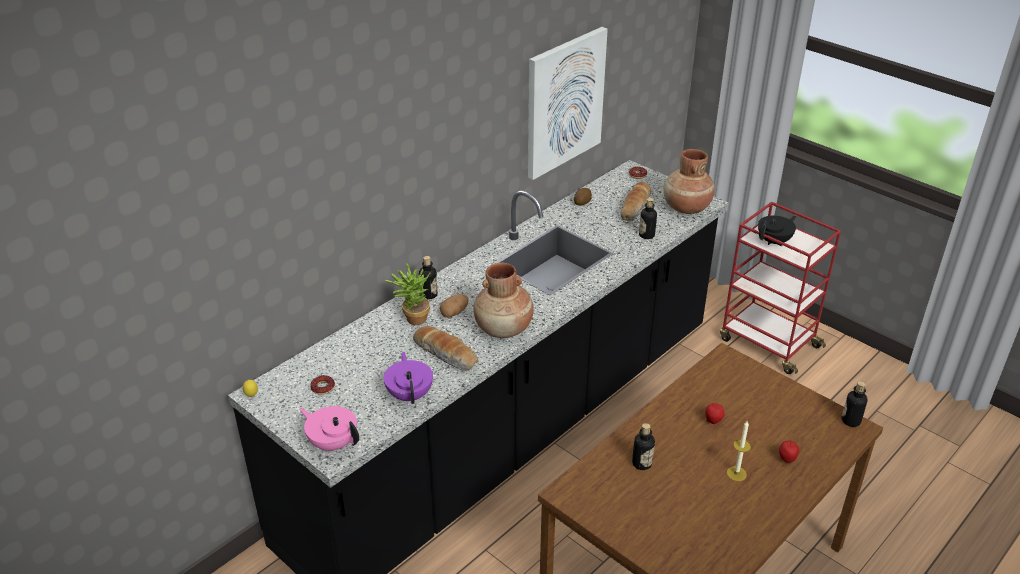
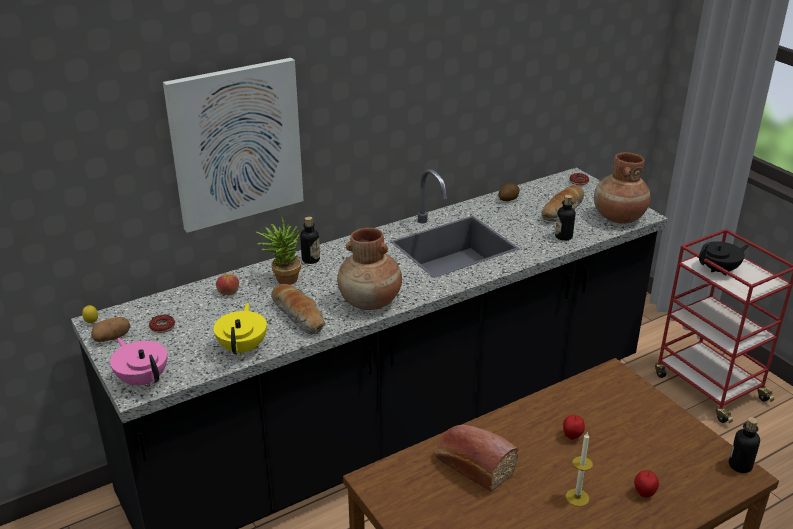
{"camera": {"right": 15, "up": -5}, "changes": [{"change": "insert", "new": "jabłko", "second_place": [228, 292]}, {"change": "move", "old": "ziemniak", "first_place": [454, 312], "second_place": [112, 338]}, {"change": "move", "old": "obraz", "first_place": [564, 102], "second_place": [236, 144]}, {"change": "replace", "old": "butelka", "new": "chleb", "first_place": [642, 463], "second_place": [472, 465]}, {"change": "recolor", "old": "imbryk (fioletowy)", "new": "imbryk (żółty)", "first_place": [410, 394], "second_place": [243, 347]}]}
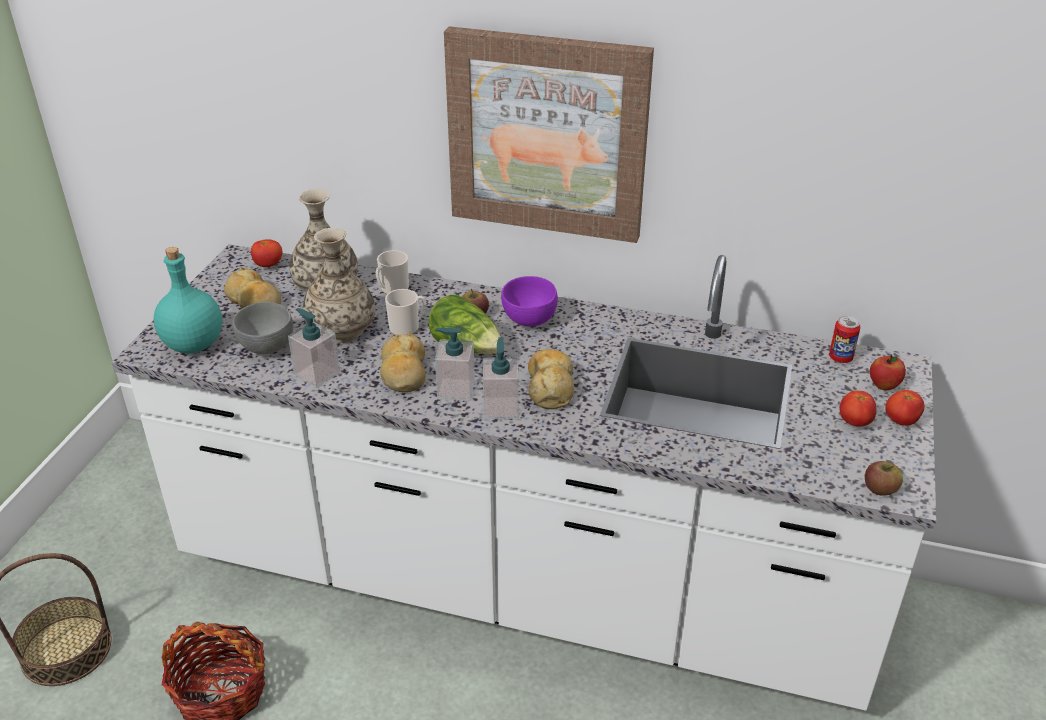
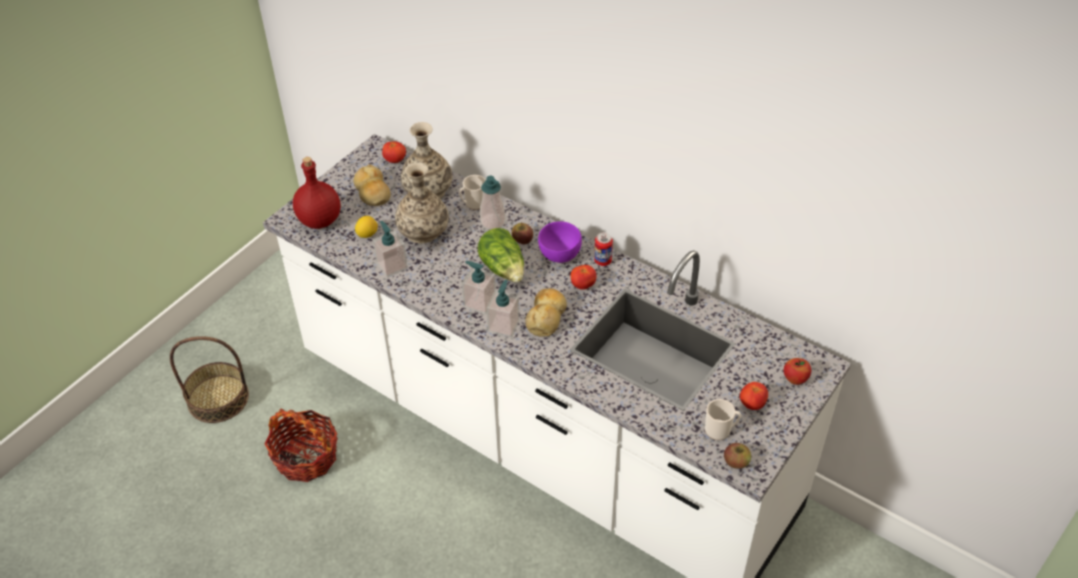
{"camera": {"right": 20, "up": 10}, "changes": [{"change": "delete", "old": "chleb", "first_place": [404, 373]}, {"change": "delete", "old": "obraz", "first_place": [547, 134]}, {"change": "insert", "new": "dozownik mydła", "second_place": [492, 222]}, {"change": "move", "old": "kubek", "first_place": [407, 328], "second_place": [720, 430]}, {"change": "move", "old": "puszka", "first_place": [840, 358], "second_place": [602, 261]}, {"change": "move", "old": "pomidor", "first_place": [901, 421], "second_place": [583, 285]}, {"change": "replace", "old": "miska (szary)", "new": "cytryna", "first_place": [267, 347], "second_place": [367, 234]}, {"change": "recolor", "old": "butelka (turkusowy)", "new": "butelka (czerwony)", "first_place": [193, 344], "second_place": [319, 220]}]}
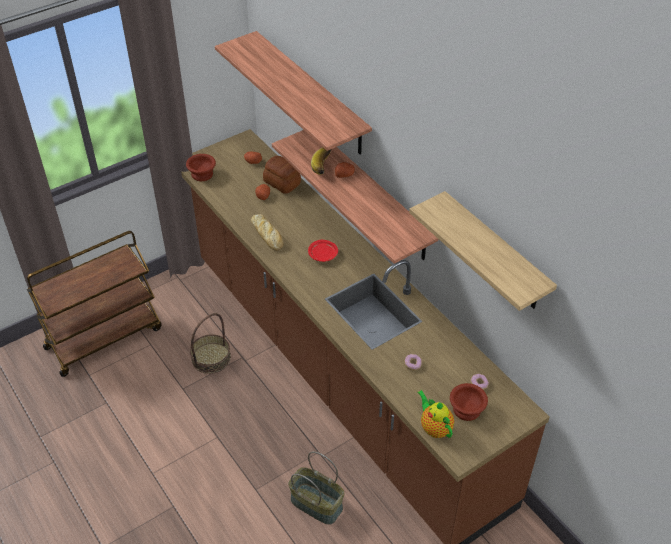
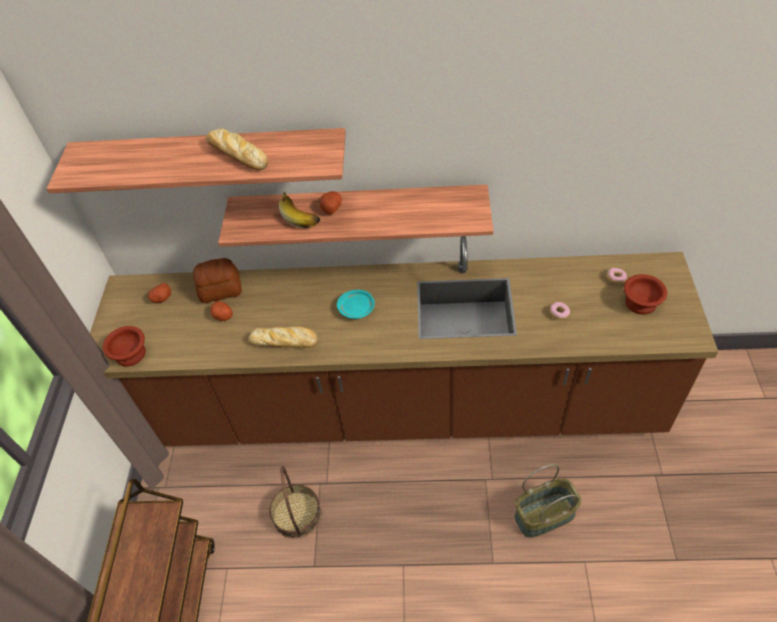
{"camera": {"right": -50, "up": 5}, "changes": [{"change": "delete", "old": "półka", "first_place": [495, 253]}, {"change": "delete", "old": "imbryk", "first_place": [434, 427]}, {"change": "insert", "new": "chleb", "second_place": [236, 154]}, {"change": "recolor", "old": "talerz (czerwony)", "new": "talerz (turkusowy)", "first_place": [323, 255], "second_place": [357, 308]}]}
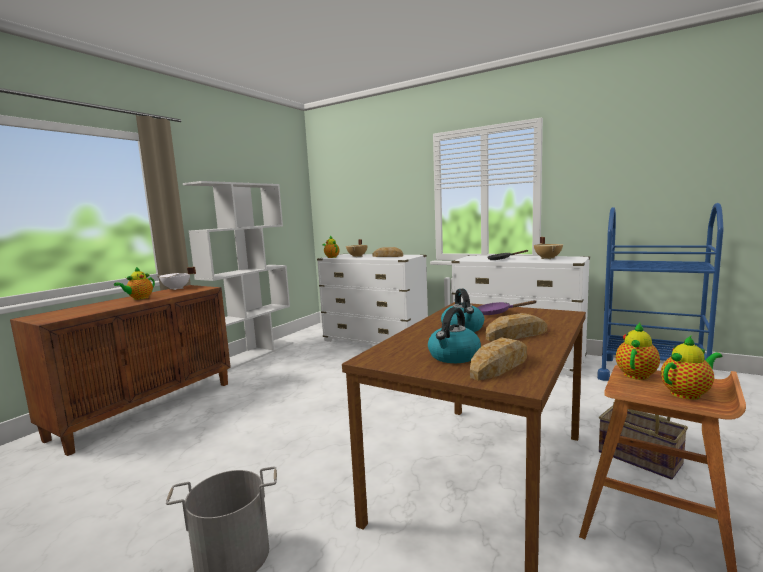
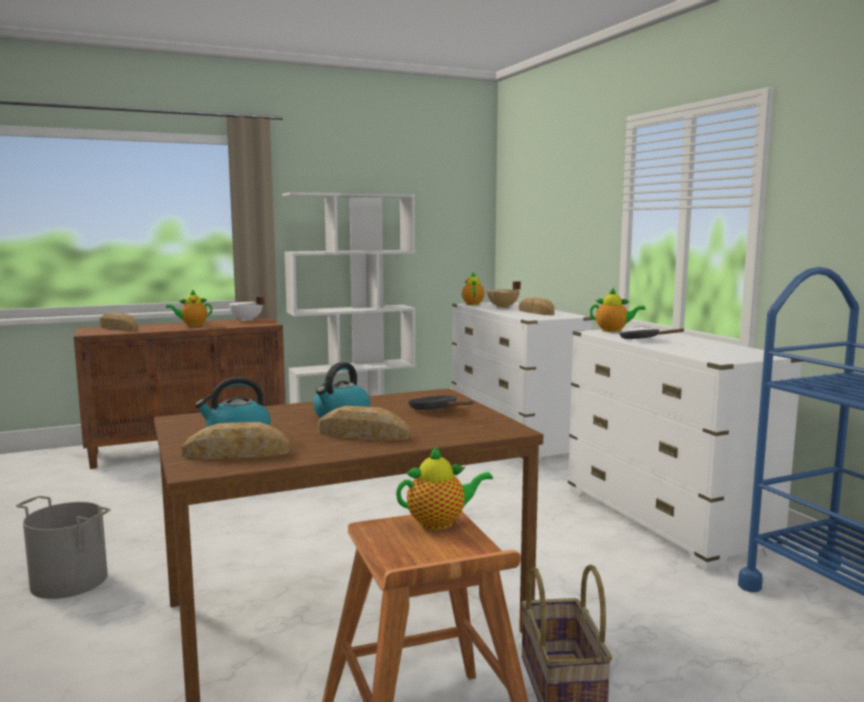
{"camera": {"right": 35, "up": 0}, "changes": [{"change": "delete", "old": "garnek (beżowy)", "first_place": [548, 258]}, {"change": "insert", "new": "chleb", "second_place": [118, 328]}, {"change": "move", "old": "imbryk", "first_place": [687, 393], "second_place": [613, 331]}, {"change": "recolor", "old": "patelnia (fioletowy)", "new": "patelnia (czarny)", "first_place": [496, 313], "second_place": [436, 410]}]}
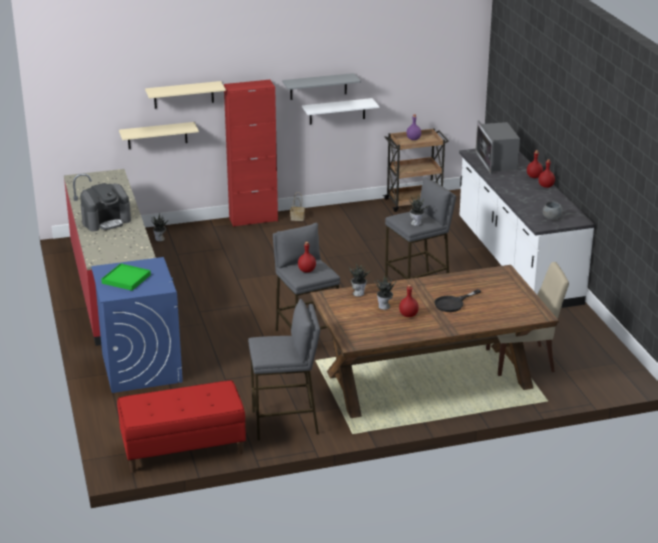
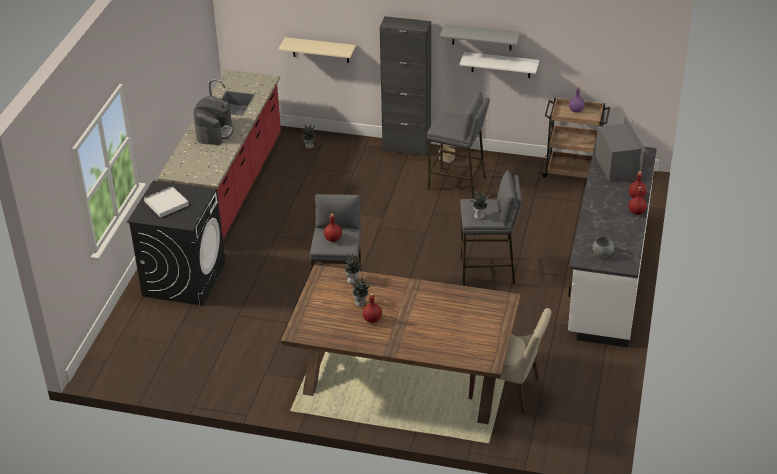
{"camera": {"right": 30, "up": 10}, "changes": [{"change": "delete", "old": "ławka (czerwony)", "first_place": [183, 449]}, {"change": "delete", "old": "półka (beżowy)", "first_place": [183, 95]}, {"change": "delete", "old": "patelnia (czarny)", "first_place": [453, 303]}, {"change": "move", "old": "stołek (szary)", "first_place": [285, 423], "second_place": [457, 184]}, {"change": "recolor", "old": "pralka (niebieski)", "new": "pralka (czarny)", "first_place": [141, 367], "second_place": [184, 279]}, {"change": "recolor", "old": "taca (zielony)", "new": "taca (biały)", "first_place": [126, 279], "second_place": [166, 203]}, {"change": "recolor", "old": "szafka (czerwony)", "new": "szafka (czarny)", "first_place": [253, 219], "second_place": [406, 148]}, {"change": "rotate", "old": "ekspres do kawy", "first_place": [106, 221], "second_place": [214, 132], "degrees": -75}, {"change": "rotate", "old": "mikrofalówka", "first_place": [496, 162], "second_place": [617, 166], "degrees": 150}]}
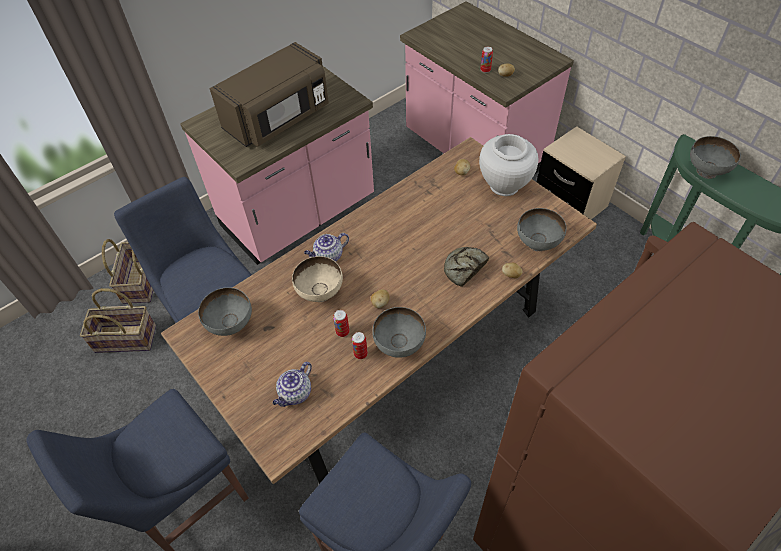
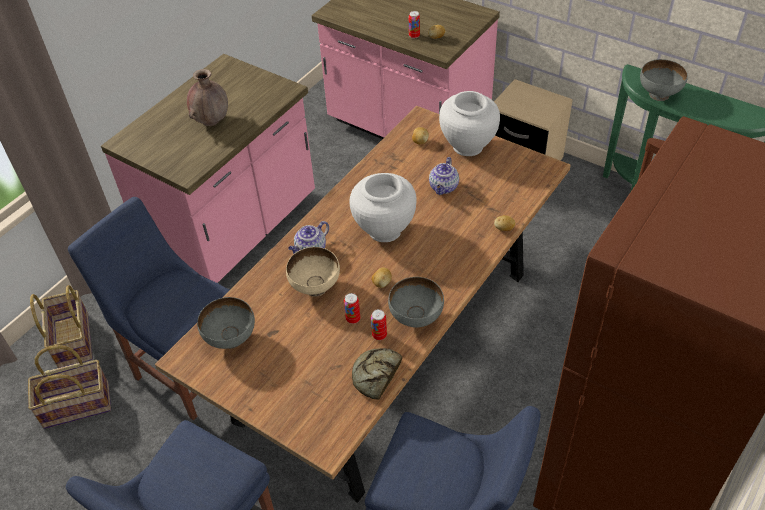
{"camera": {"right": -15, "up": -5}, "changes": [{"change": "delete", "old": "miska (szary)", "first_place": [537, 244]}, {"change": "insert", "new": "wazon (biały)", "second_place": [384, 230]}, {"change": "move", "old": "imbryk", "first_place": [295, 394], "second_place": [444, 188]}, {"change": "move", "old": "chleb", "first_place": [464, 268], "second_place": [376, 375]}, {"change": "replace", "old": "mikrofalówka (brązowy)", "new": "wazon (brązowy)", "first_place": [279, 119], "second_place": [212, 121]}]}
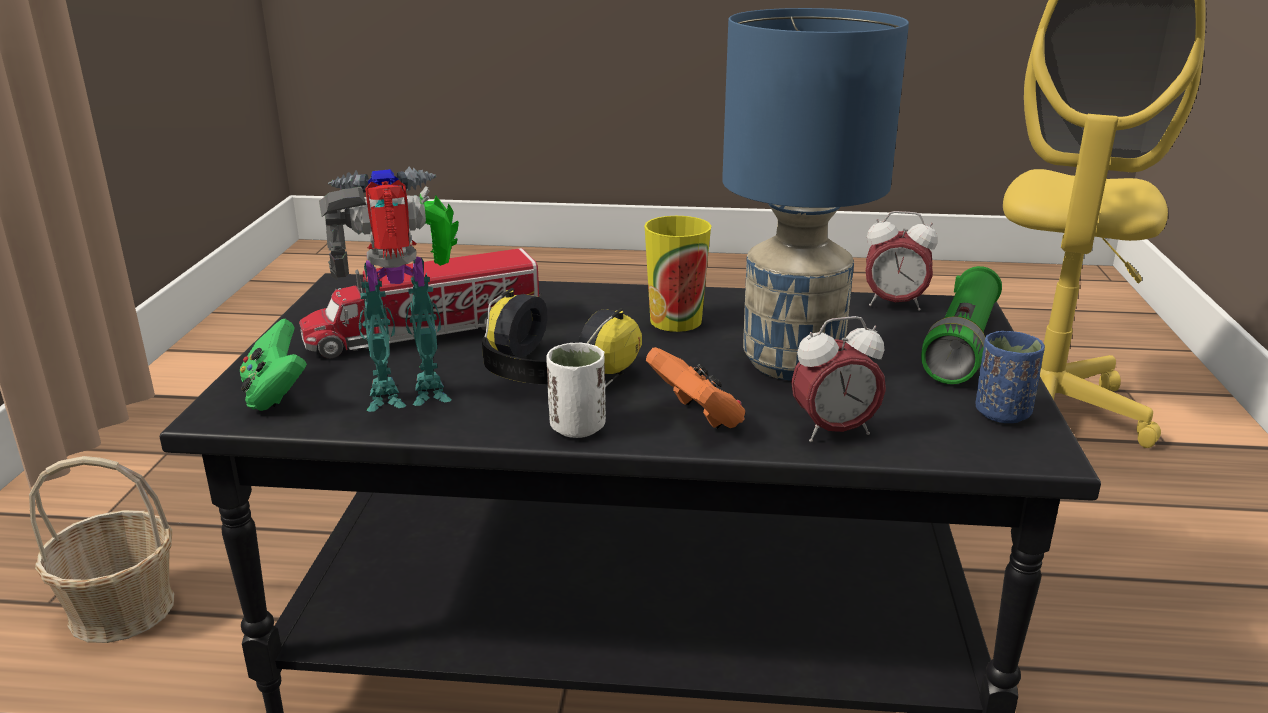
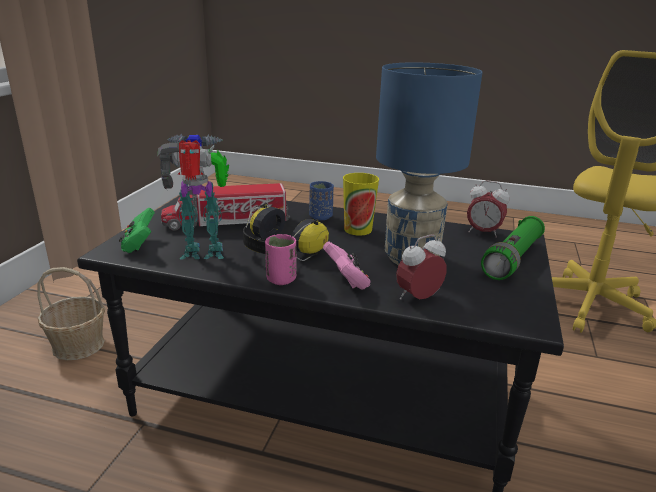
{"camera": {"right": 10, "up": 0}, "changes": [{"change": "move", "old": "filiżanka (niebieski)", "first_place": [1002, 413], "second_place": [320, 217]}, {"change": "recolor", "old": "filiżanka (biały)", "new": "filiżanka (różowy)", "first_place": [577, 427], "second_place": [281, 279]}, {"change": "recolor", "old": "pad do gier (pomarańczowy)", "new": "pad do gier (różowy)", "first_place": [697, 417], "second_place": [347, 281]}, {"change": "rotate", "old": "budzik", "first_place": [833, 431], "second_place": [418, 298], "degrees": 150}]}
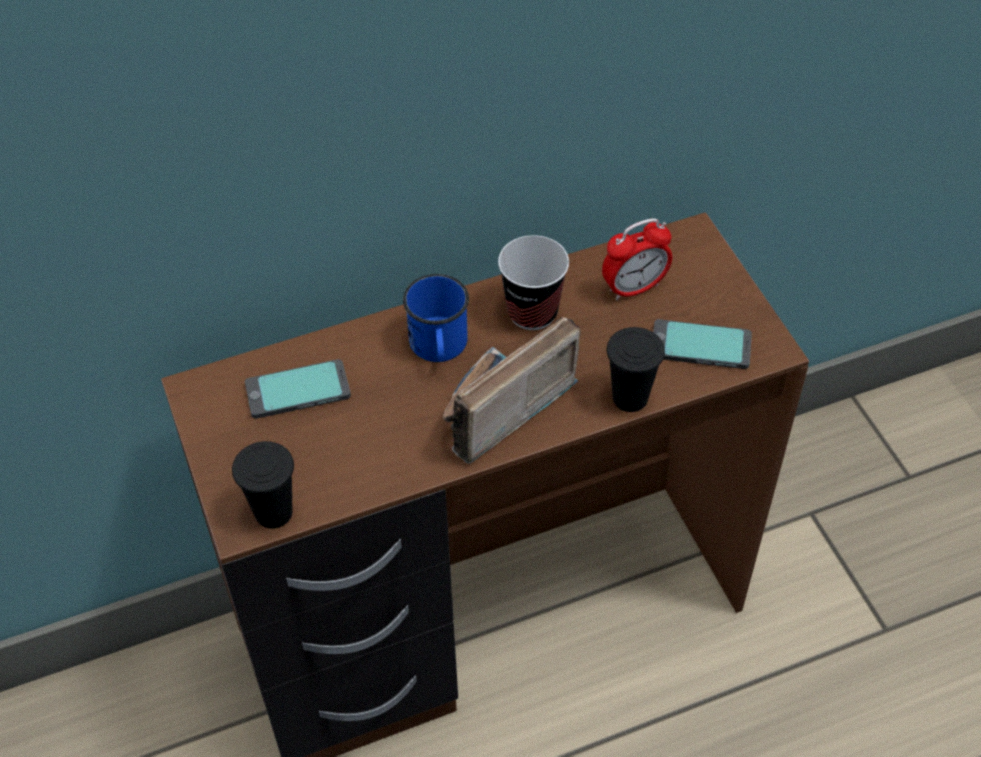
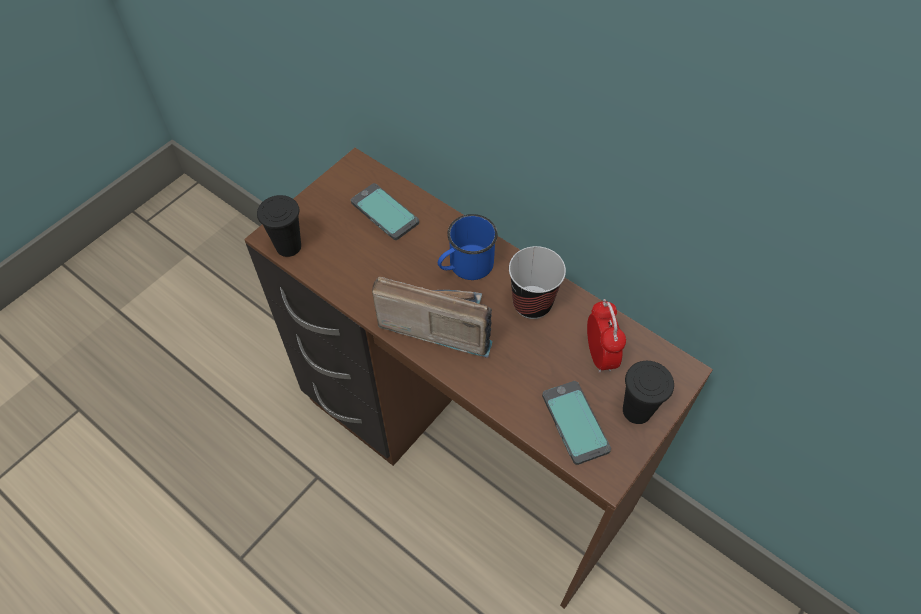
{"camera": {"right": 60, "up": 5}, "changes": [{"change": "move", "old": "filiżanka (czarny)", "first_place": [630, 398], "second_place": [637, 411]}, {"change": "rotate", "old": "budzik", "first_place": [634, 288], "second_place": [599, 355], "degrees": -135}]}
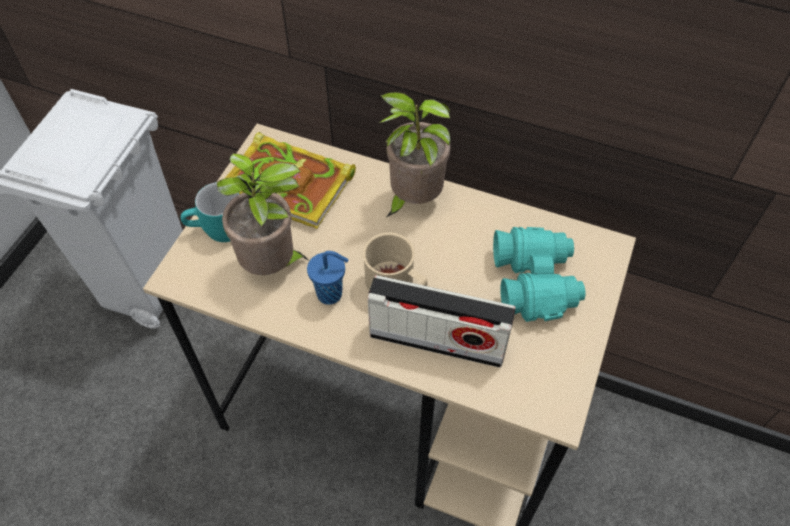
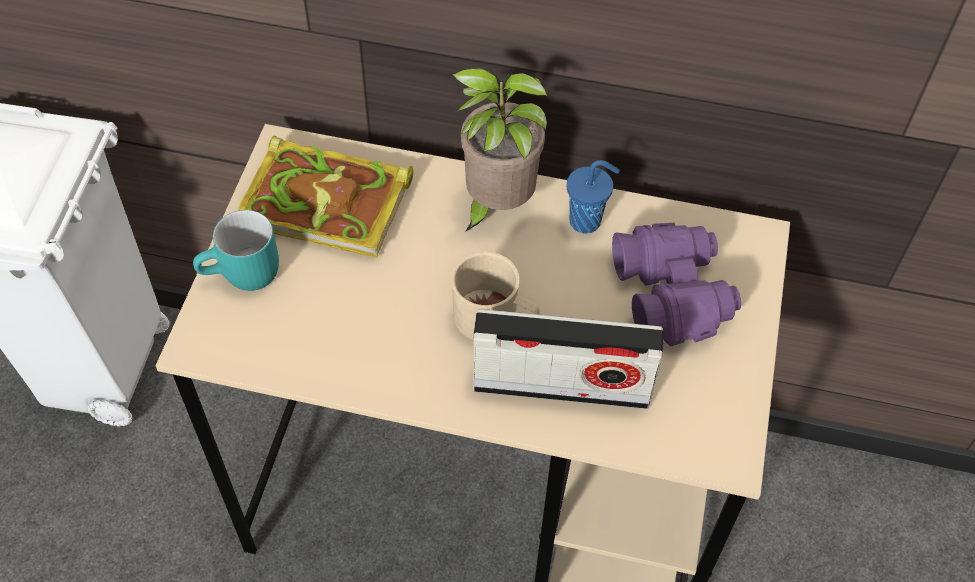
{"camera": {"right": -10, "up": 0}, "changes": [{"change": "delete", "old": "roślina doniczkowa", "first_place": [273, 266]}, {"change": "move", "old": "filiżanka (niebieski)", "first_place": [331, 294], "second_place": [587, 221]}, {"change": "recolor", "old": "lornetka (turkusowy)", "new": "lornetka (fioletowy)", "first_place": [535, 281], "second_place": [672, 293]}]}
